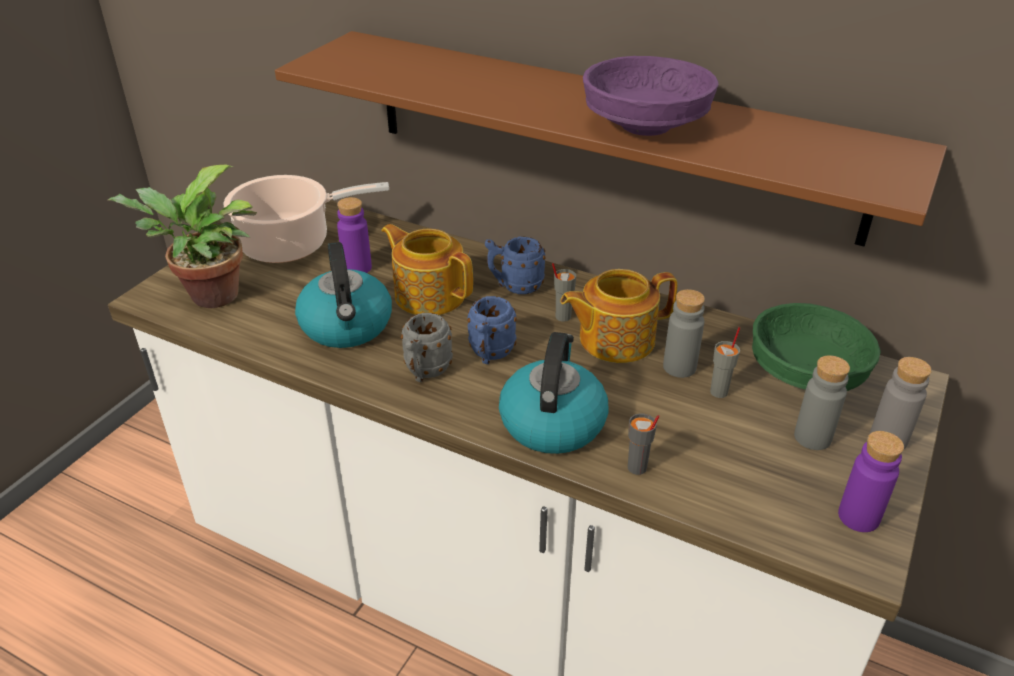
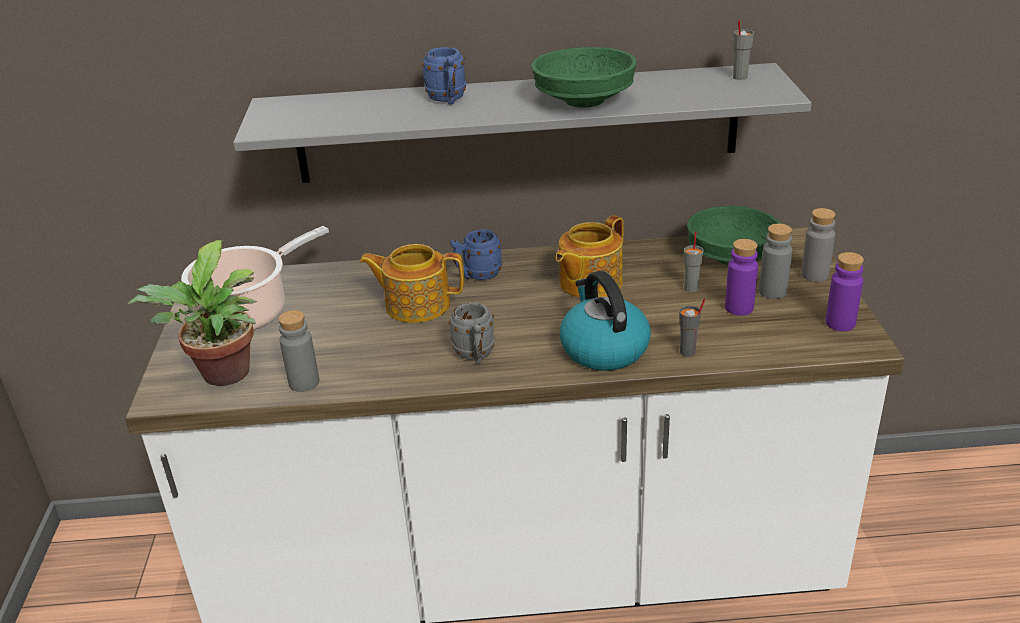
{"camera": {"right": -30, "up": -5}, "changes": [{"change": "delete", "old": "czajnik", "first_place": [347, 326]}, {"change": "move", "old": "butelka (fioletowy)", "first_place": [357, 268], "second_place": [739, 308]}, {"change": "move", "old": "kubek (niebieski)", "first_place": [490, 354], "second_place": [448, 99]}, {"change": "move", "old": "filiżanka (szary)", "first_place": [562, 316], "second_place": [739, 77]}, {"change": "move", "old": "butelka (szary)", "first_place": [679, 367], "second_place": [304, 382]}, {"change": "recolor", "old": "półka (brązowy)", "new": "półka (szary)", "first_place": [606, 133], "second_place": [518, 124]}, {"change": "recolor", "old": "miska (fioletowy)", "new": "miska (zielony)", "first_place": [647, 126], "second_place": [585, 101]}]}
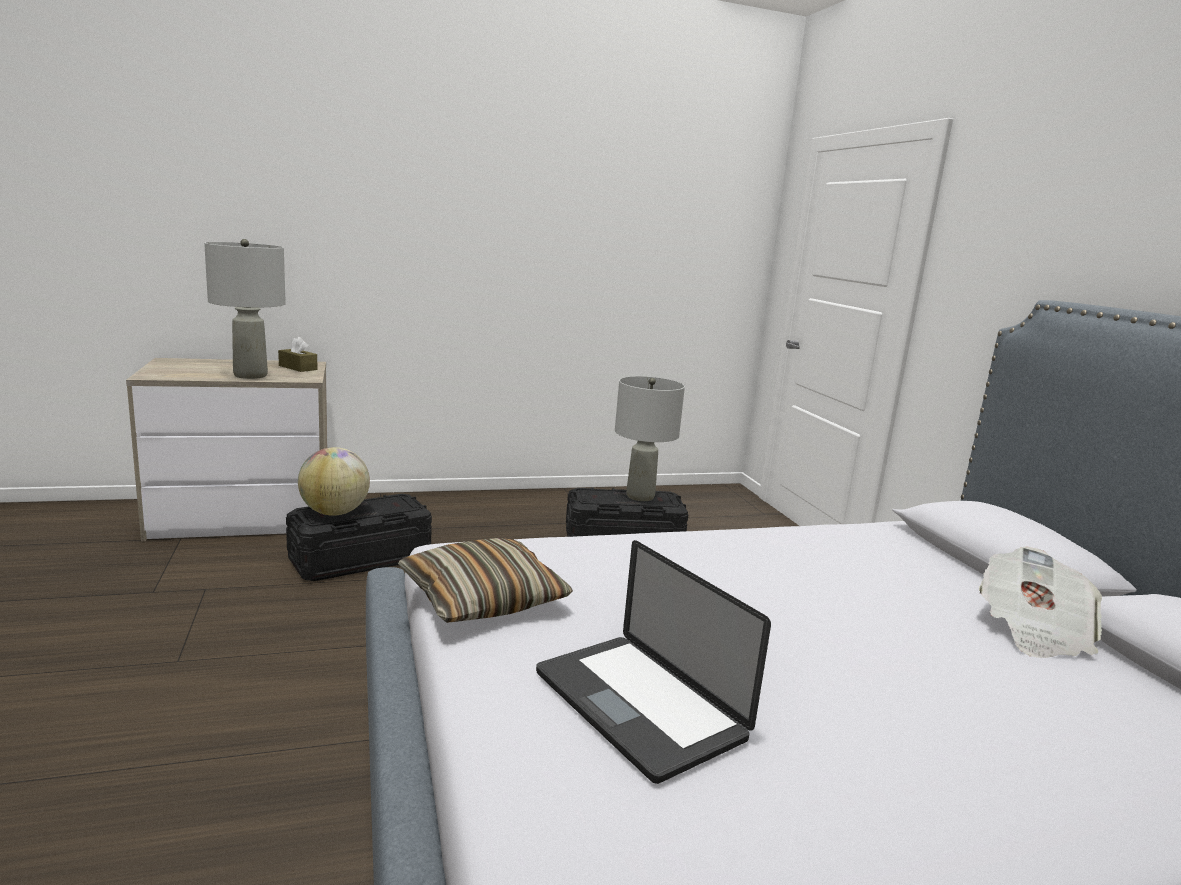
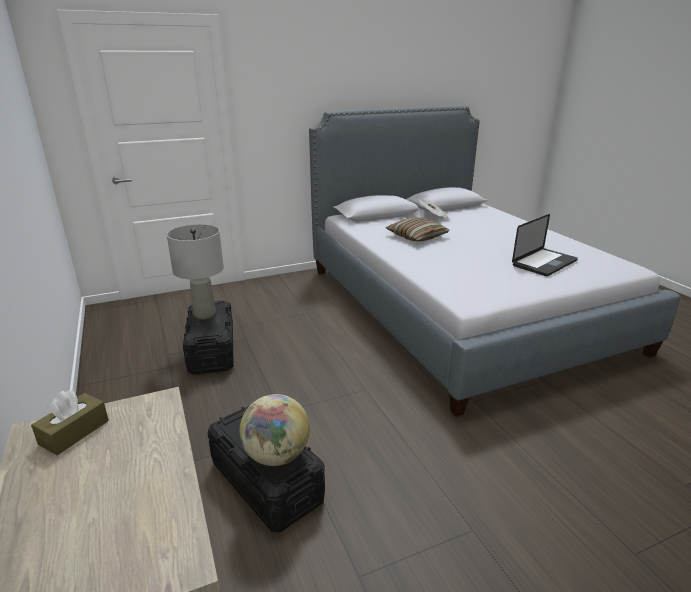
{"camera": {"right": -95, "up": 10}, "changes": [{"change": "delete", "old": "lampa stołowa (szary)", "first_place": [250, 375]}, {"change": "move", "old": "poduszka", "first_place": [483, 598], "second_place": [417, 237]}]}
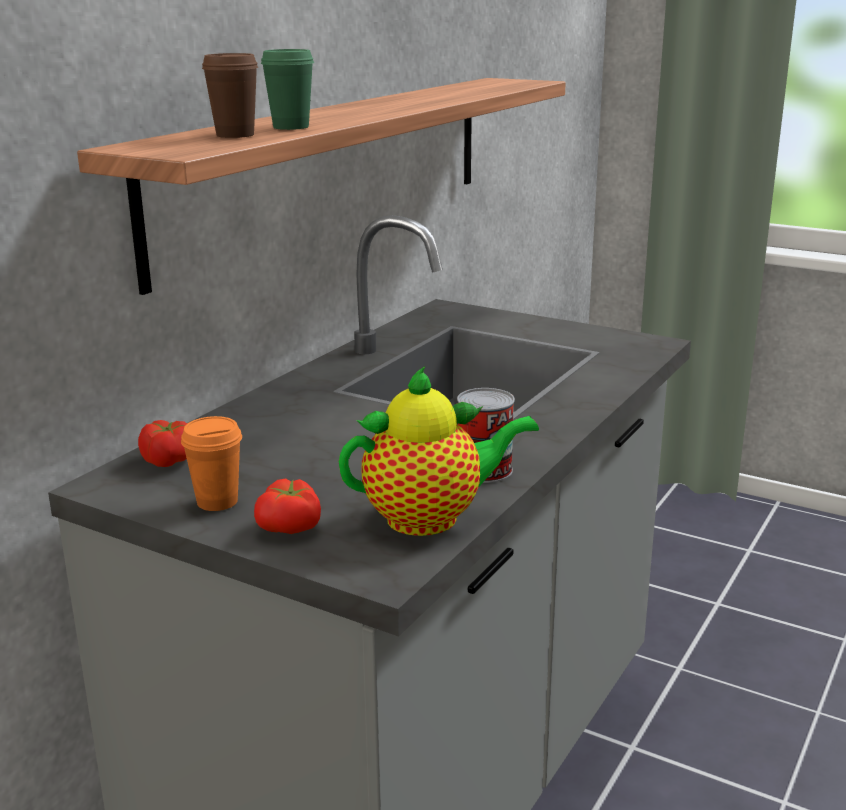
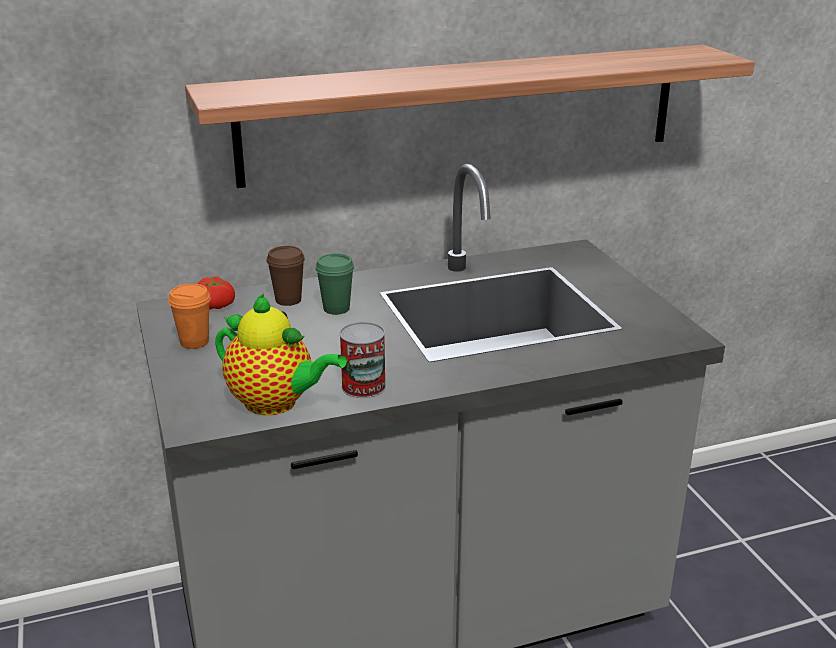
{"camera": {"right": 40, "up": 5}, "changes": [{"change": "delete", "old": "pomidor", "first_place": [291, 528]}, {"change": "move", "old": "filiżanka (brązowy)", "first_place": [235, 135], "second_place": [288, 300]}, {"change": "move", "old": "filiżanka (zielony)", "first_place": [291, 127], "second_place": [336, 309]}]}
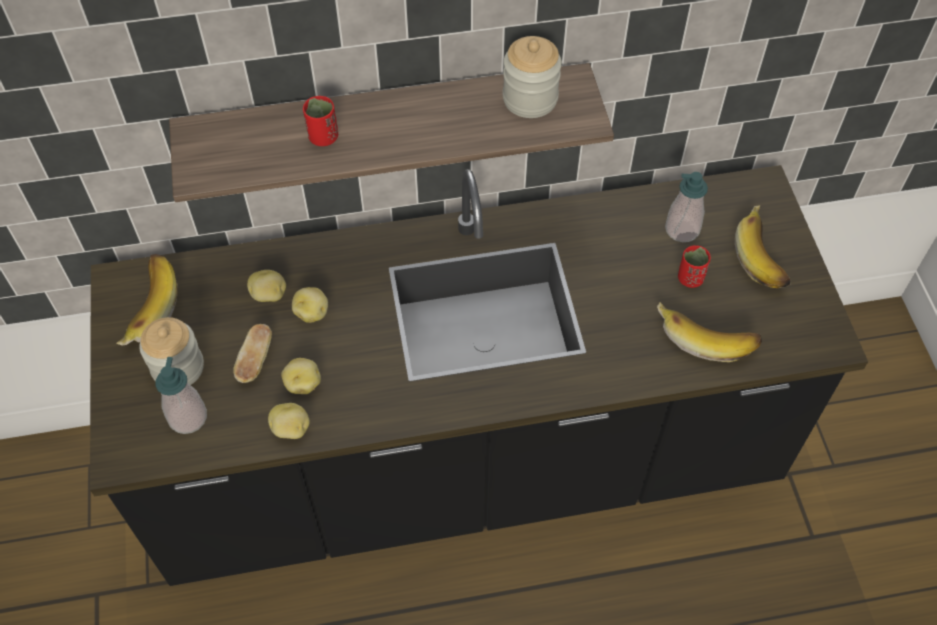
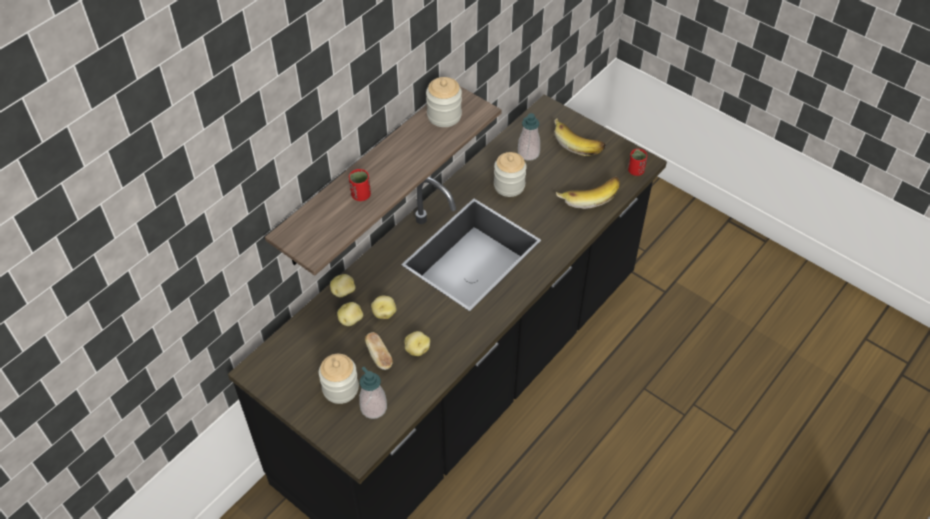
{"camera": {"right": -40, "up": -5}, "changes": [{"change": "delete", "old": "banan", "first_place": [146, 308]}, {"change": "insert", "new": "słoik", "second_place": [509, 186]}, {"change": "move", "old": "ziemniak", "first_place": [291, 429], "second_place": [344, 292]}, {"change": "move", "old": "filiżanka (czerwony)", "first_place": [690, 278], "second_place": [635, 171]}]}
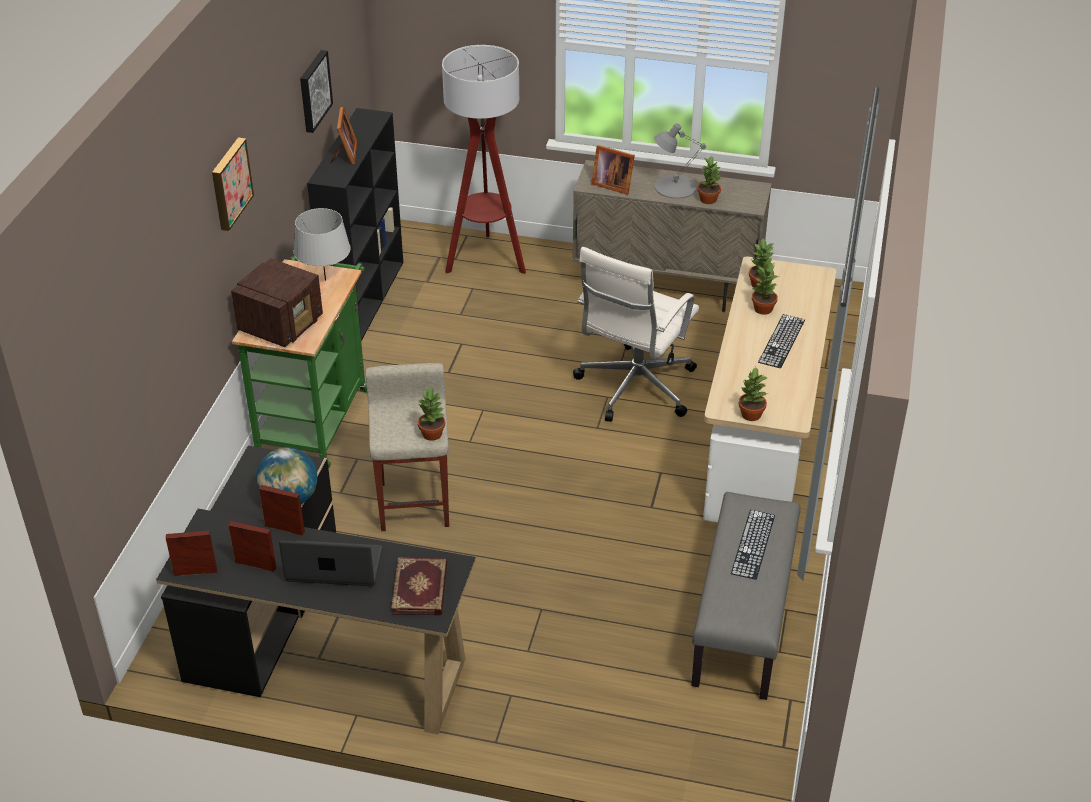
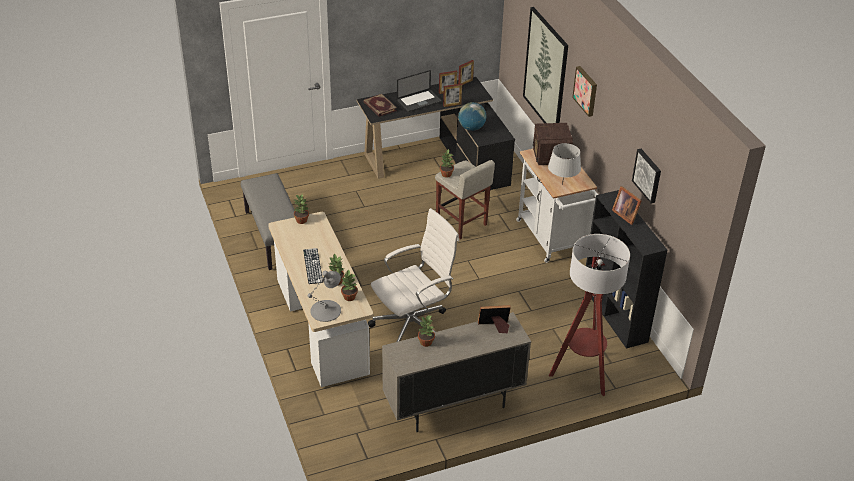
{"camera": {"right": 145, "up": 0}, "changes": [{"change": "delete", "old": "klawiatura", "first_place": [753, 544]}, {"change": "insert", "new": "obraz", "second_place": [546, 71]}, {"change": "move", "old": "lampa stołowa (szary)", "first_place": [674, 186], "second_place": [326, 310]}, {"change": "recolor", "old": "wózek (zielony)", "new": "wózek (biały)", "first_place": [316, 417], "second_place": [552, 240]}, {"change": "rotate", "old": "krzesło biurowe (biały)", "first_place": [634, 388], "second_place": [413, 326], "degrees": 60}]}
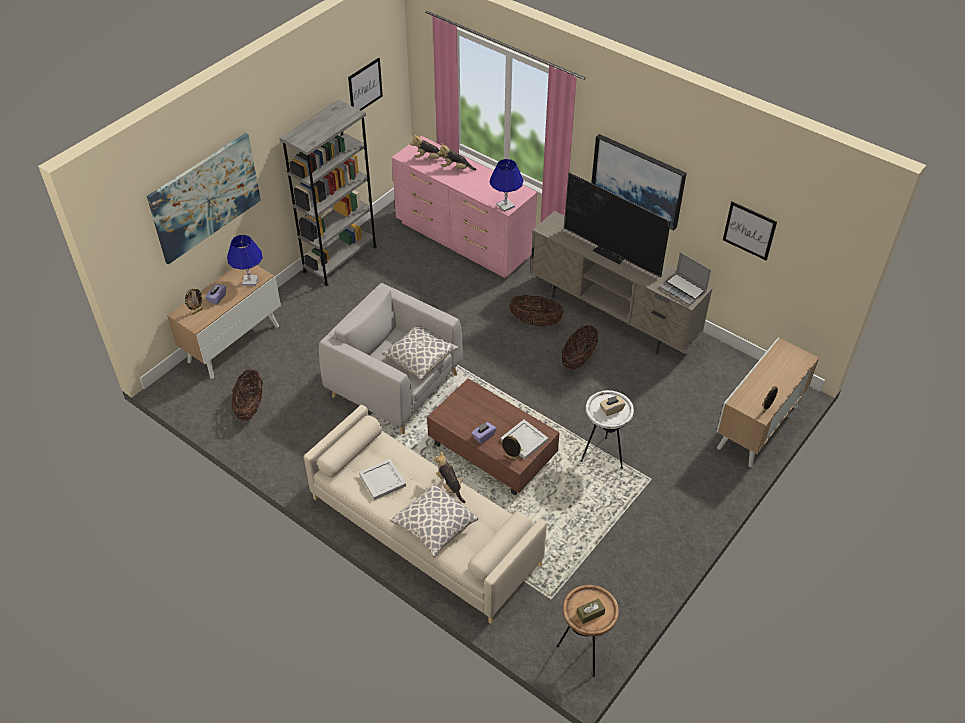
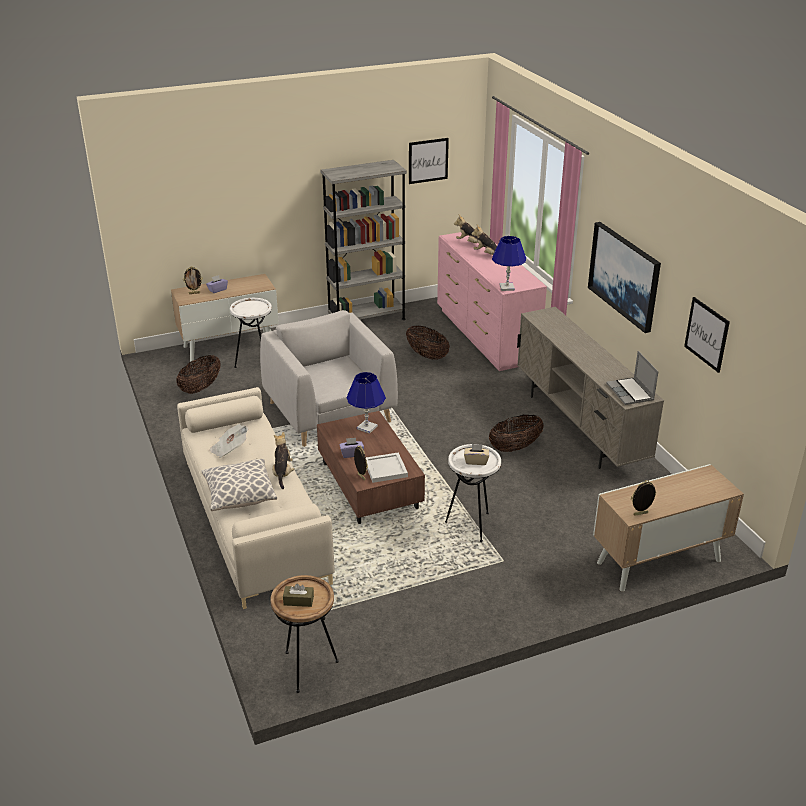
{"camera": {"right": 30, "up": -15}, "changes": [{"change": "delete", "old": "obraz", "first_place": [205, 197]}, {"change": "delete", "old": "poduszka", "first_place": [420, 359]}, {"change": "delete", "old": "telewizor", "first_place": [611, 253]}, {"change": "insert", "new": "stolik (biały)", "second_place": [255, 364]}, {"change": "move", "old": "lampa stołowa (niebieski)", "first_place": [250, 281], "second_place": [367, 427]}, {"change": "move", "old": "koszyk", "first_place": [535, 322], "second_place": [427, 355]}, {"change": "replace", "old": "taca (biały)", "new": "gazeta", "first_place": [382, 481], "second_place": [229, 449]}]}
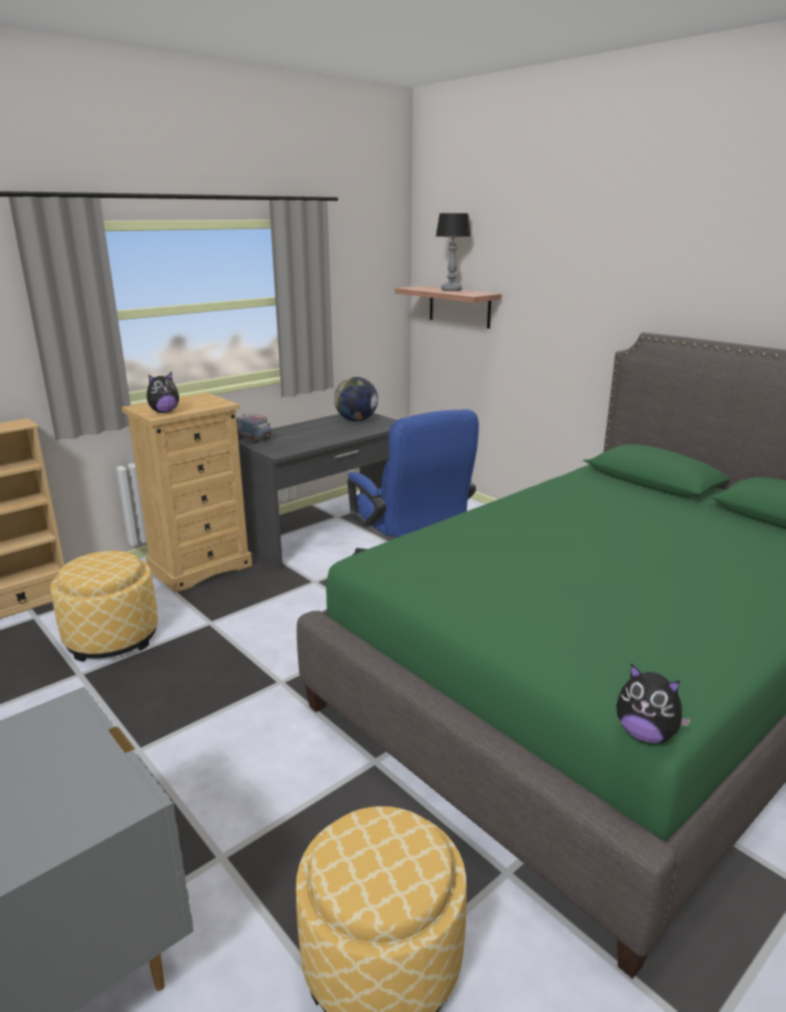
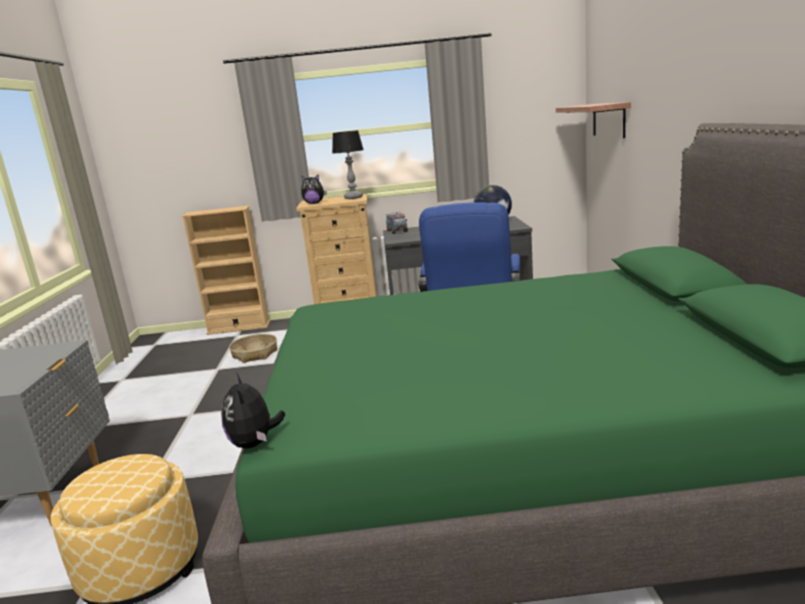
{"camera": {"right": 40, "up": -5}, "changes": [{"change": "move", "old": "lampa stołowa", "first_place": [451, 290], "second_place": [353, 197]}, {"change": "replace", "old": "pufa", "new": "koszyk", "first_place": [112, 637], "second_place": [255, 354]}]}
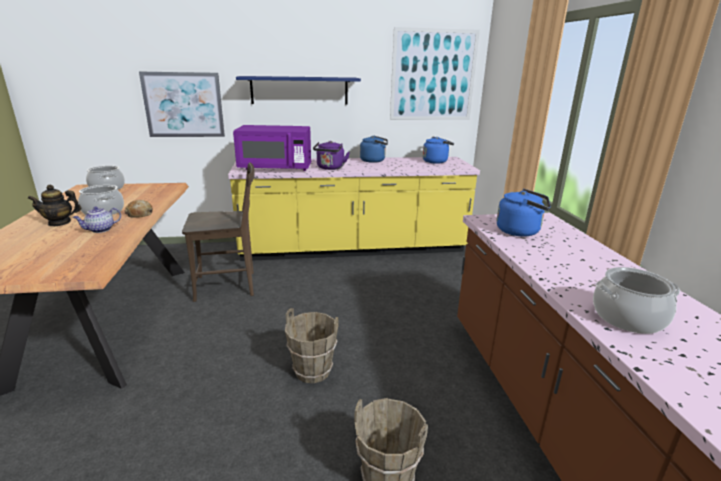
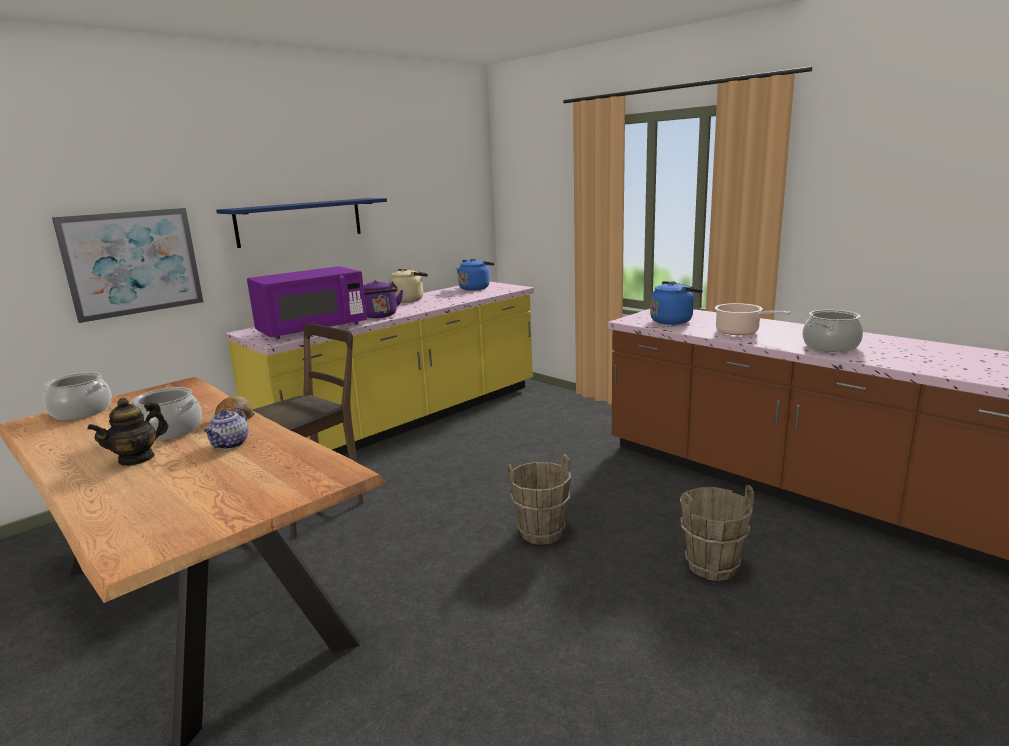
{"camera": {"right": -35, "up": -5}, "changes": [{"change": "delete", "old": "obraz", "first_place": [433, 75]}, {"change": "insert", "new": "garnek", "second_place": [740, 332]}, {"change": "recolor", "old": "czajnik (niebieski)", "new": "czajnik (beżowy)", "first_place": [374, 160], "second_place": [409, 300]}]}
